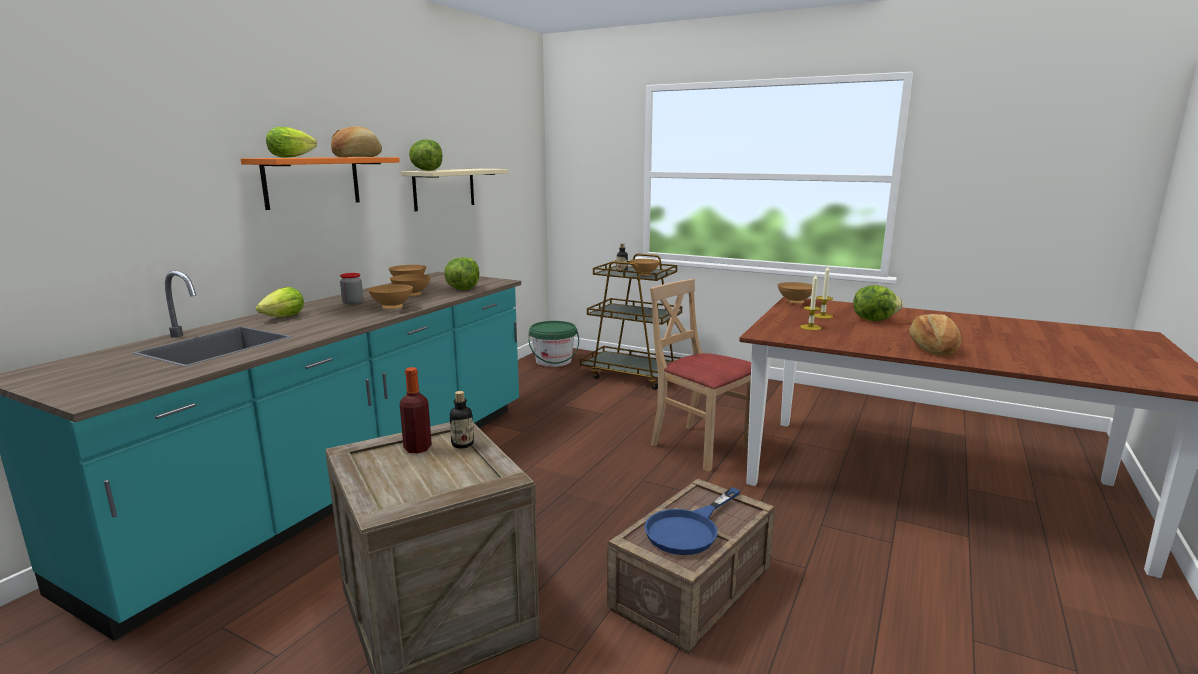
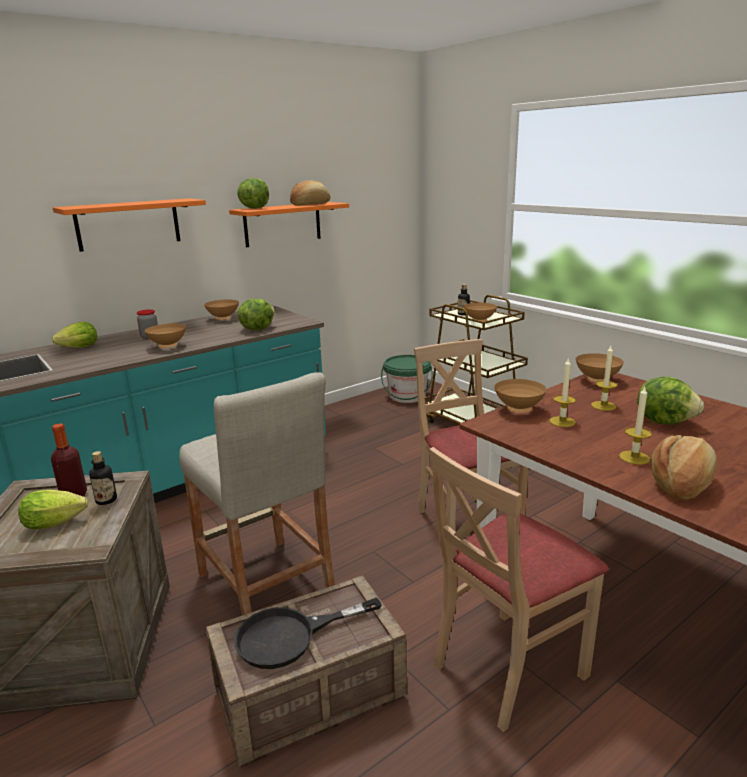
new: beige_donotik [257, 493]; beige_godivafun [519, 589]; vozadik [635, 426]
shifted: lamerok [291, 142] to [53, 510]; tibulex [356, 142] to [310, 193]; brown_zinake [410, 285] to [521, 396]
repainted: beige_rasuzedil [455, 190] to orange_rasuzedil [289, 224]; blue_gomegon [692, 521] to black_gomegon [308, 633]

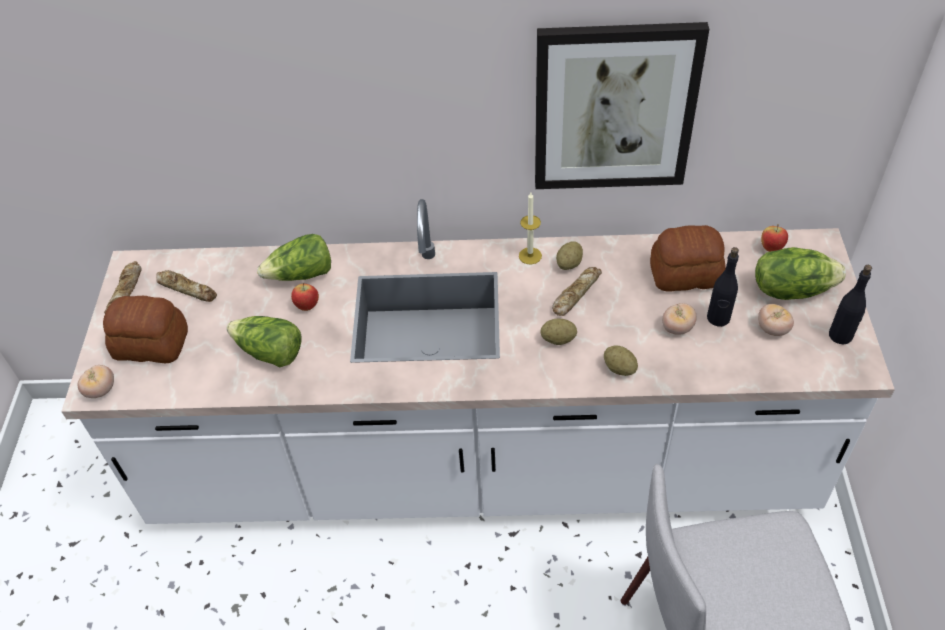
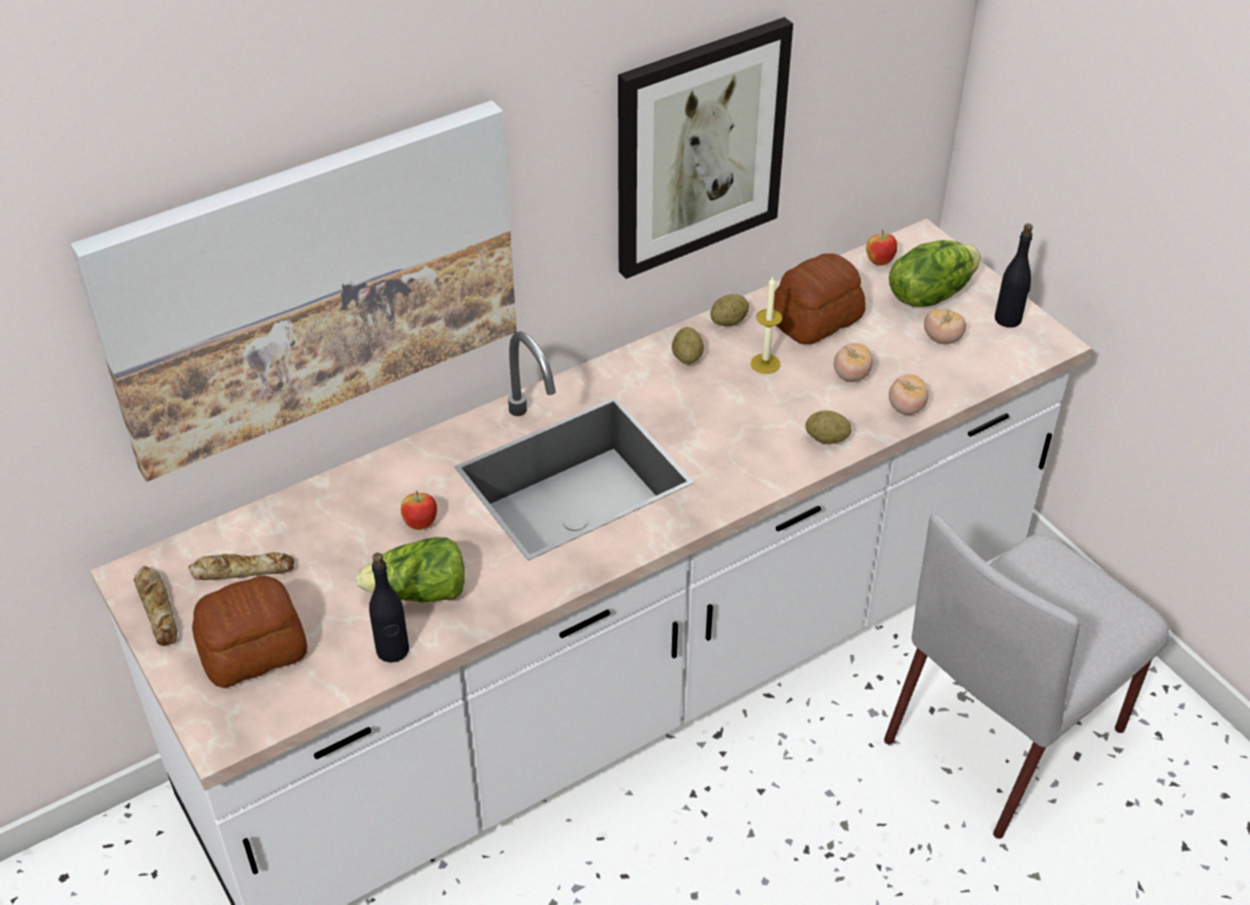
gone: lamerok [294, 257]; tibulex [577, 291]
new: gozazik [294, 291]
shifted: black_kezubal [723, 287] to [389, 607]; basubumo [558, 332] to [729, 310]; vozadik [530, 228] to [766, 325]; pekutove [96, 381] to [908, 394]

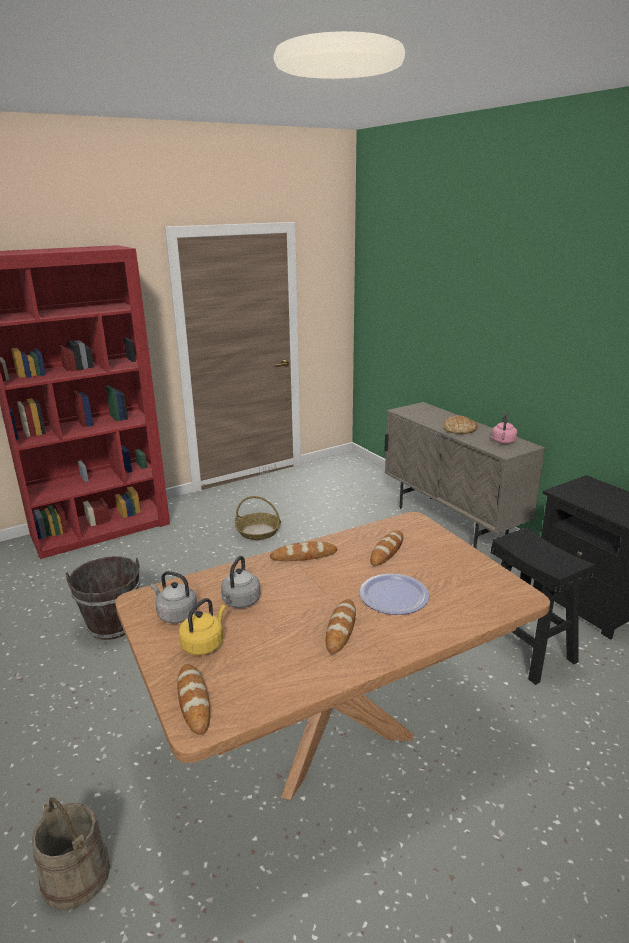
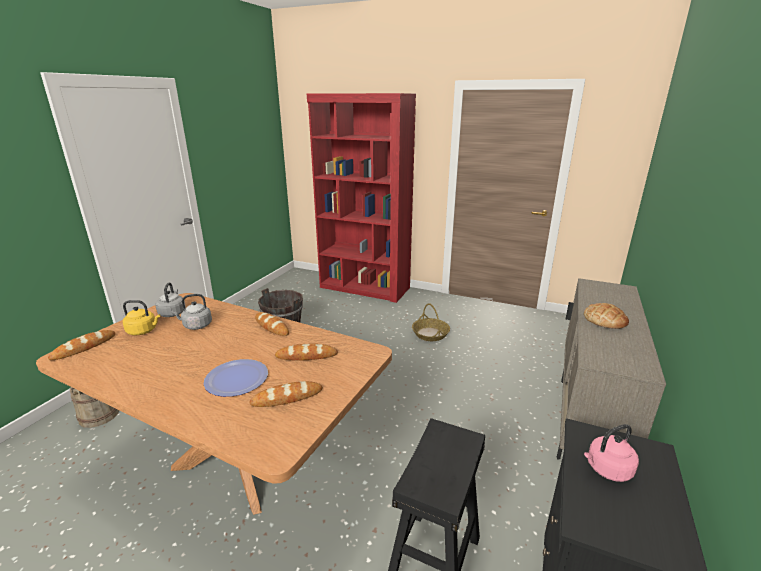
shifted: tibulex [341, 626] to [286, 394]; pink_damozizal [504, 428] to [611, 453]

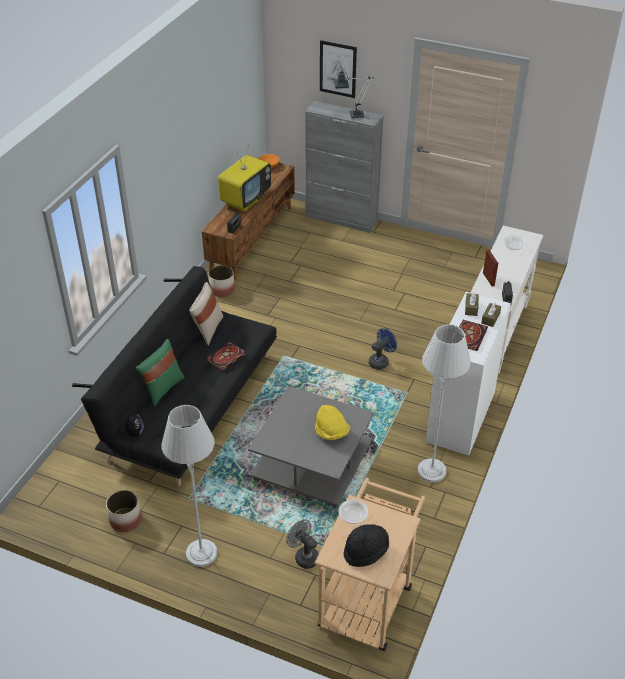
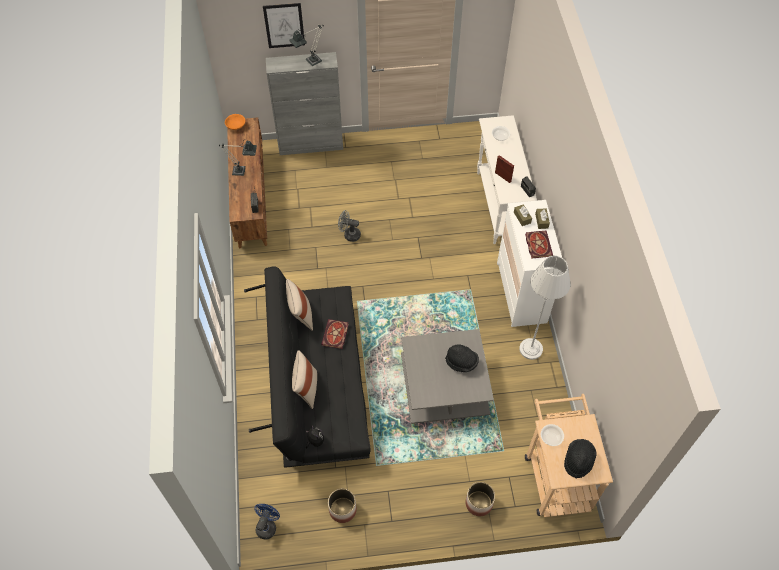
gone: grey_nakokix [189, 486]
shifted: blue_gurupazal [383, 349] to [267, 522]; grey_gurupazal [302, 544] to [349, 226]; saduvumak [221, 281] to [480, 499]
swapped: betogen [244, 178] to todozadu [238, 157]
repainted: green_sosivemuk [160, 373] to beige_sosivemuk [304, 379]; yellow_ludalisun [332, 422] to black_ludalisun [462, 358]

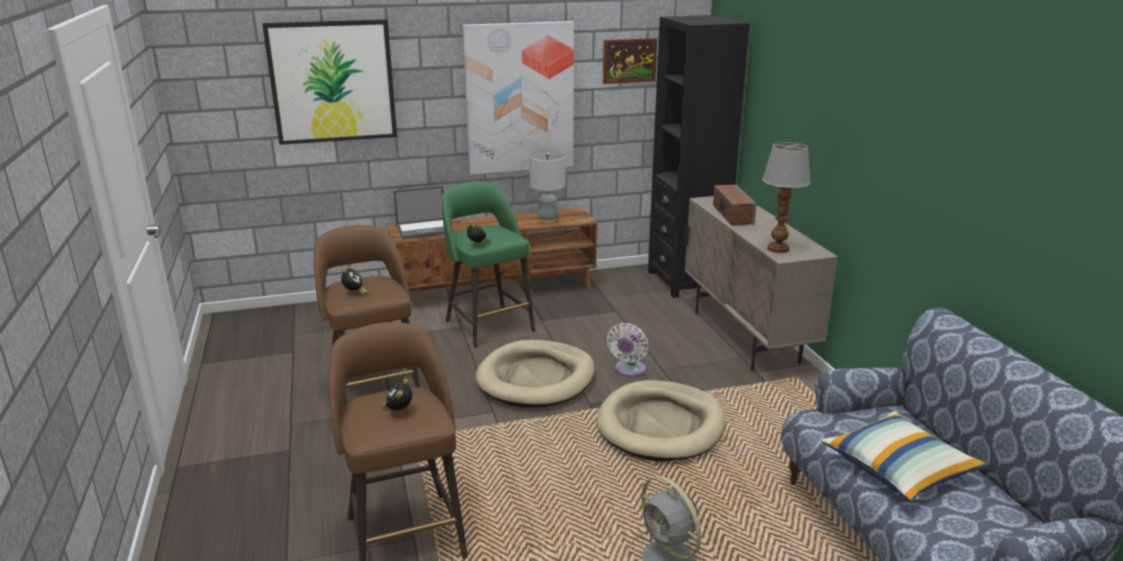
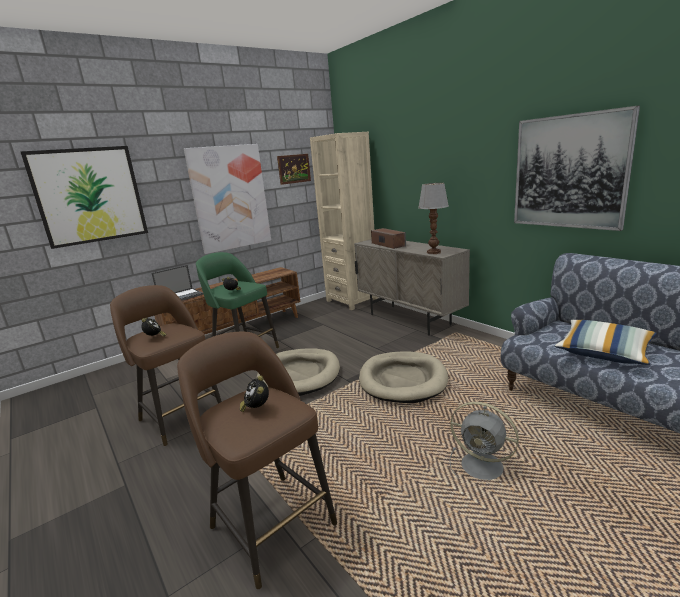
gone: grey_todozadu [547, 187]; white_gurupazal [627, 350]
new: gozazik [577, 168]
repainted: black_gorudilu [699, 156] to beige_gorudilu [344, 221]

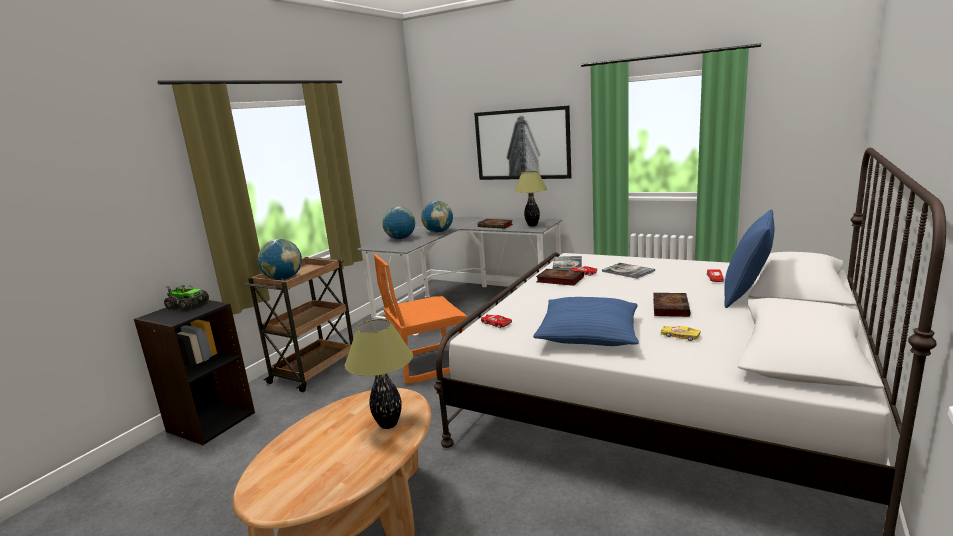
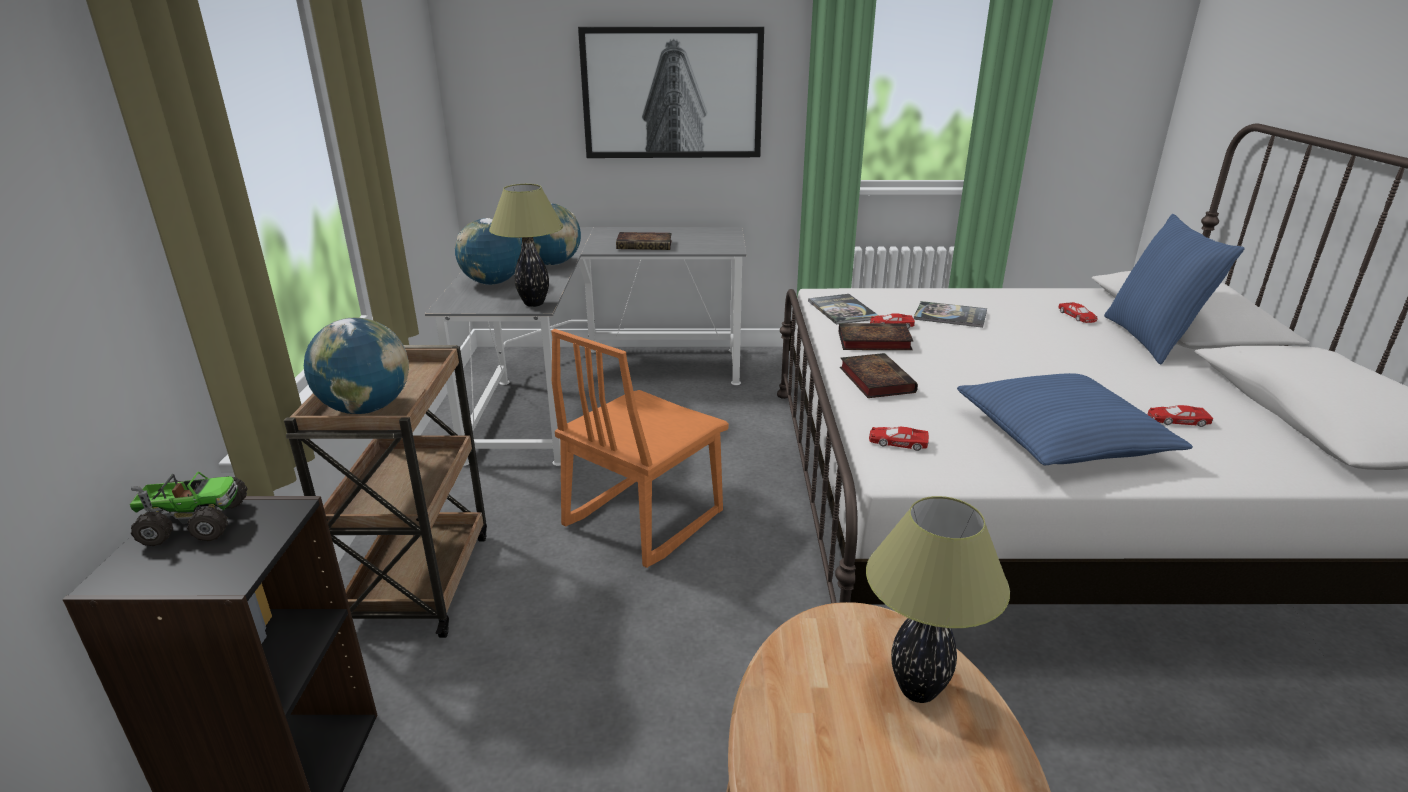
shifted: todozadu [530, 198] to [526, 245]; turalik [672, 305] to [879, 375]
repainted: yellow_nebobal [680, 333] to red_nebobal [1180, 416]

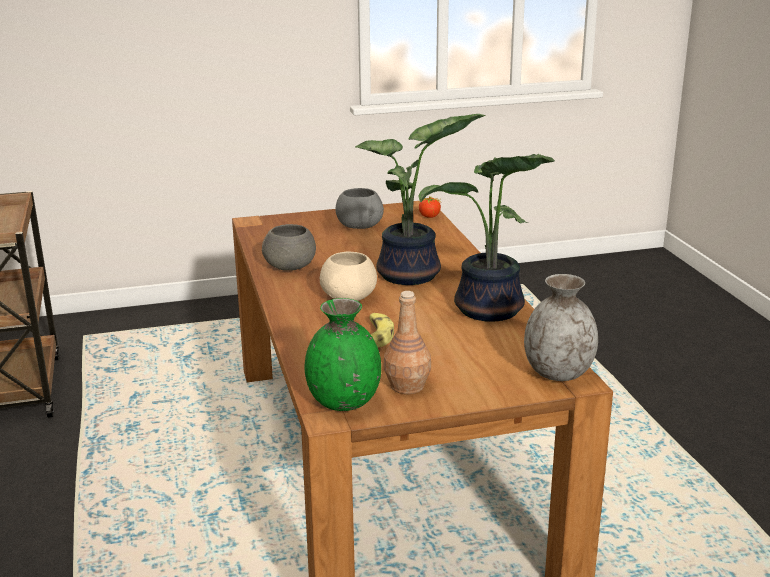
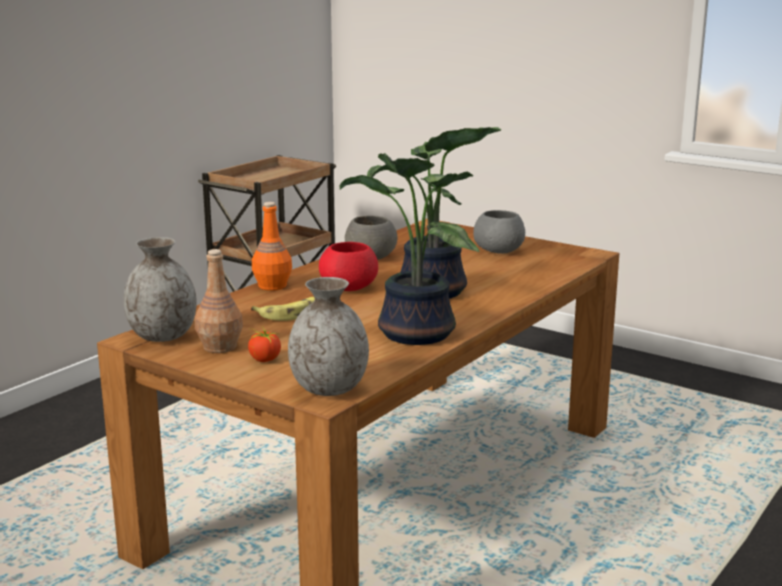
new: orange_kezubal [272, 246]
shifted: pekutove [430, 206] to [264, 344]
repainted: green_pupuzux [343, 354] to grey_pupuzux [160, 289]; beige_zinake [348, 276] to red_zinake [348, 266]

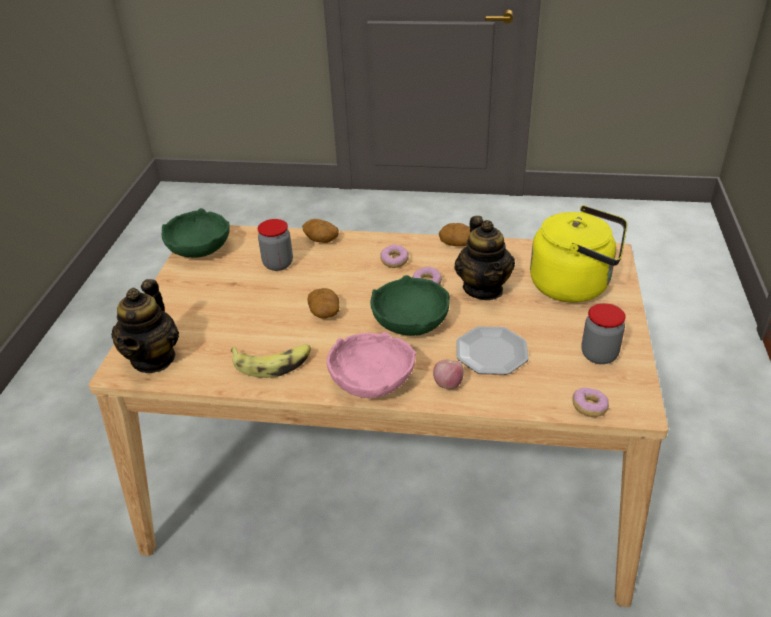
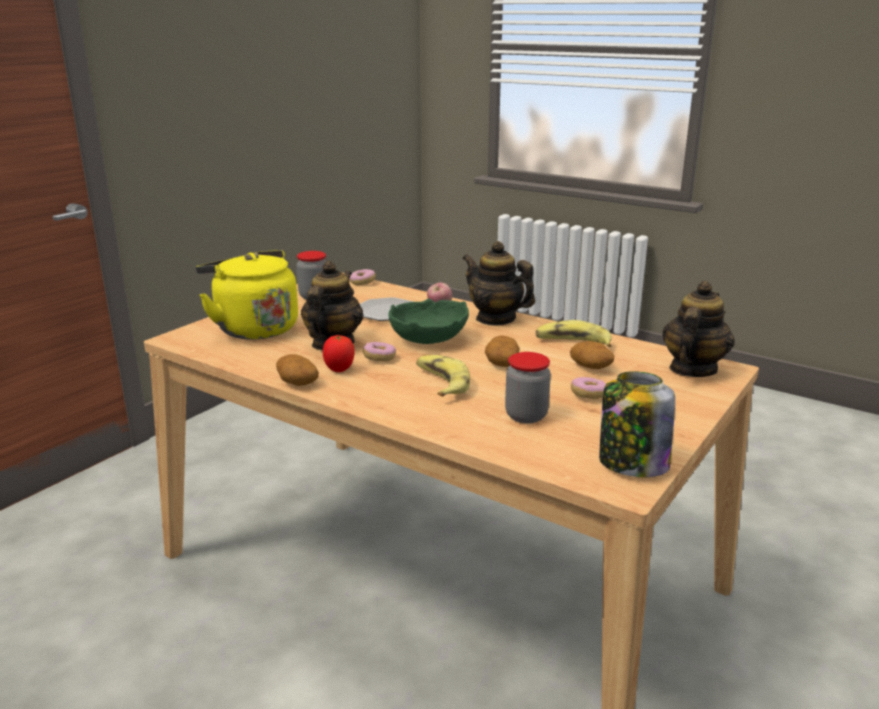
new: pekutove [339, 353]; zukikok [443, 376]
shifted: basubumo [320, 231] to [592, 355]; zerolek [394, 256] to [588, 388]
swapped: pink_zinake [371, 365] to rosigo [498, 283]; green_zinake [196, 233] to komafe [637, 424]

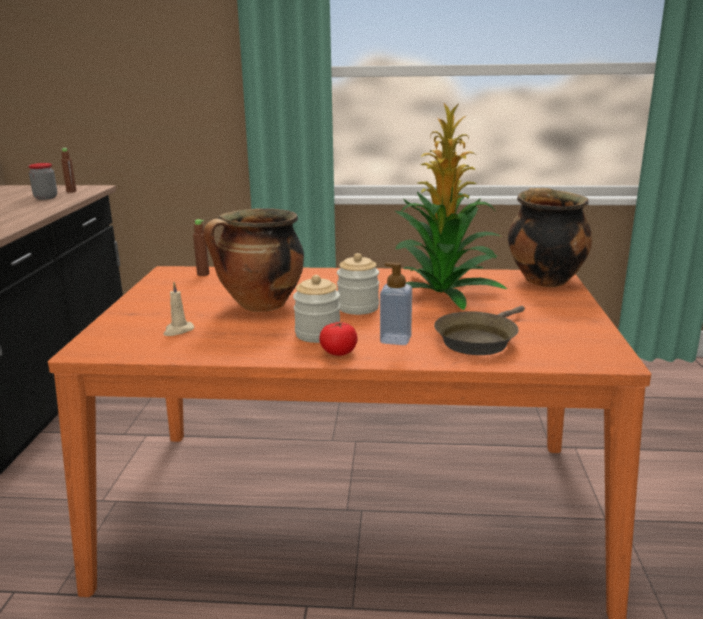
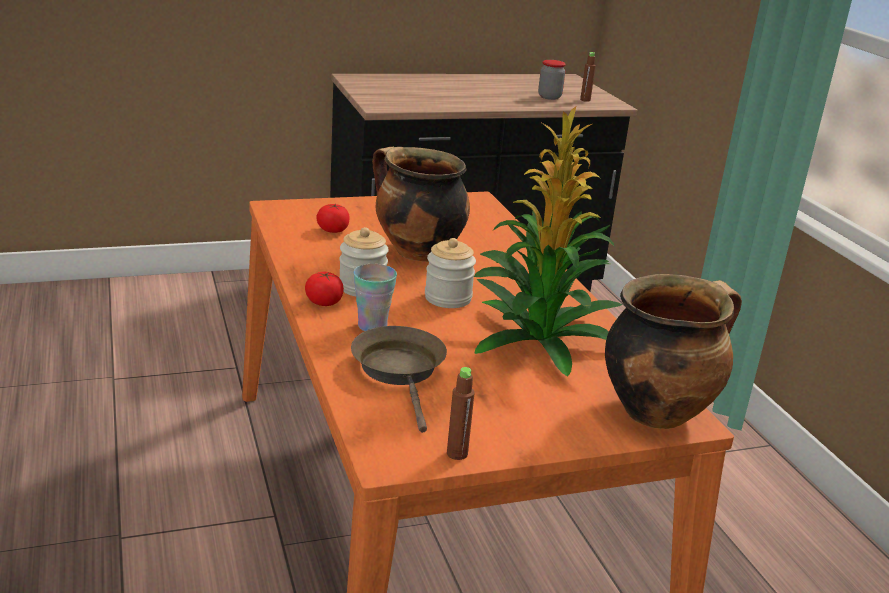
shifted: brown_kezubal [201, 247] to [461, 413]
swapped: beige_vozadik [179, 309] to pekutove [333, 218]; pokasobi [396, 303] to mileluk [375, 297]
rotated: brown_gomegon [479, 330] = [399, 379] 60 degrees clockwise

